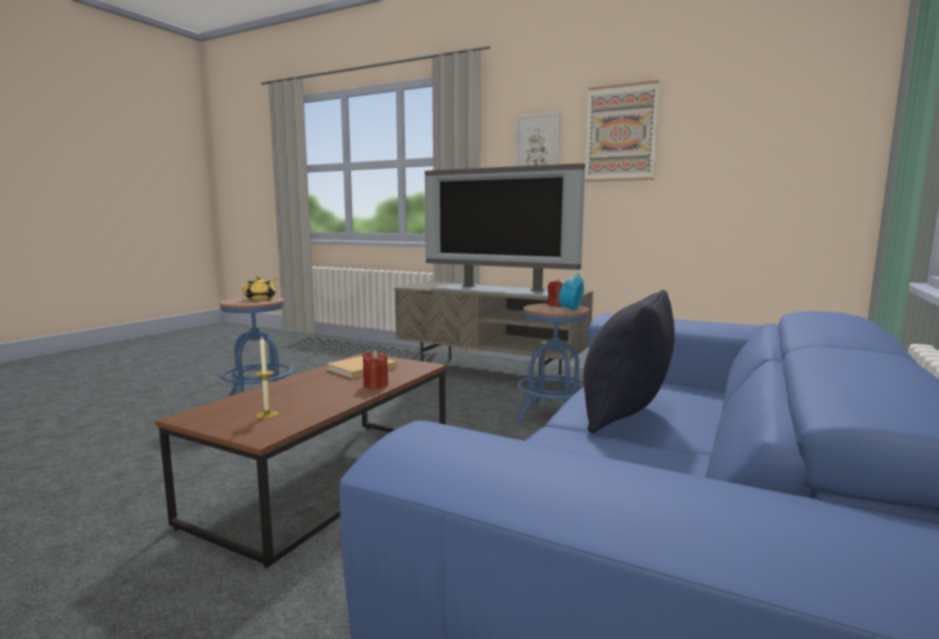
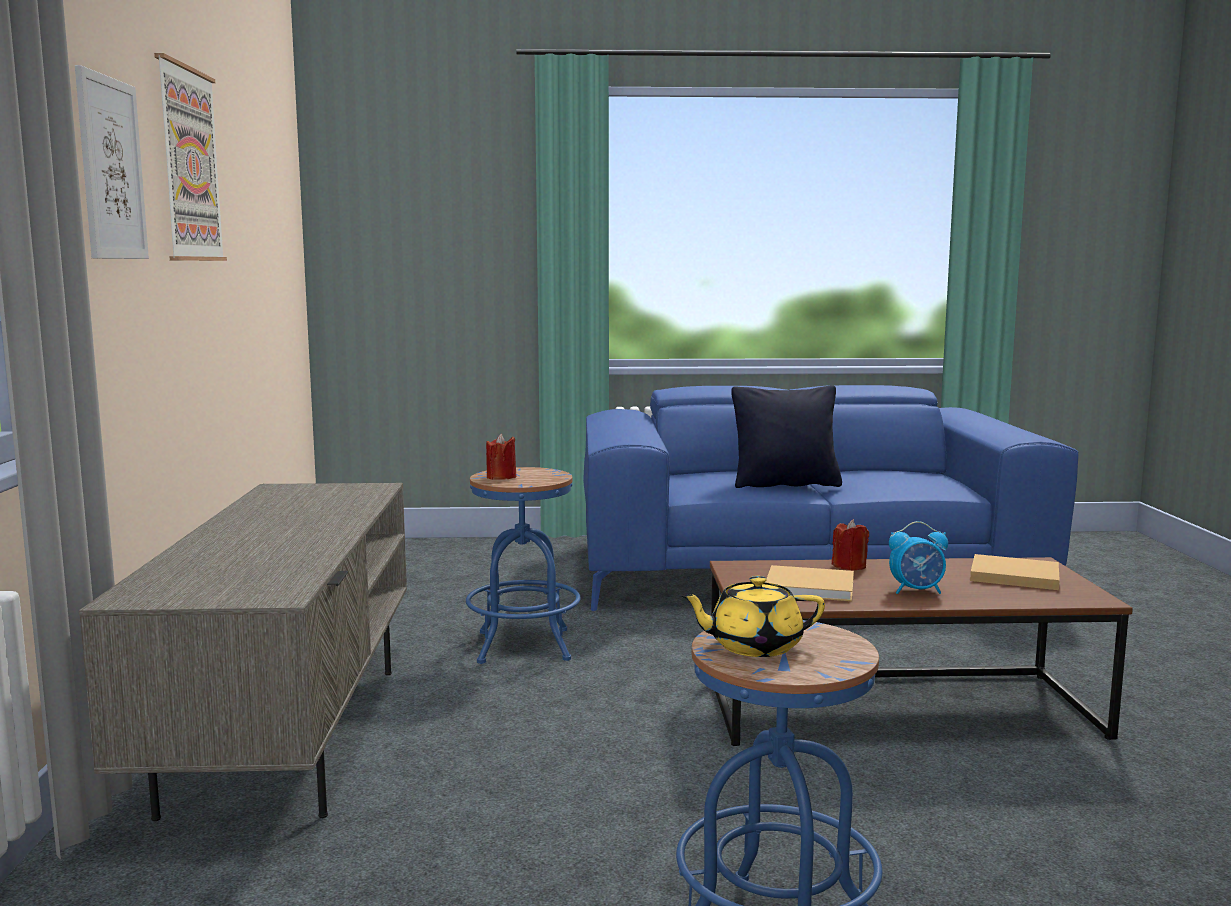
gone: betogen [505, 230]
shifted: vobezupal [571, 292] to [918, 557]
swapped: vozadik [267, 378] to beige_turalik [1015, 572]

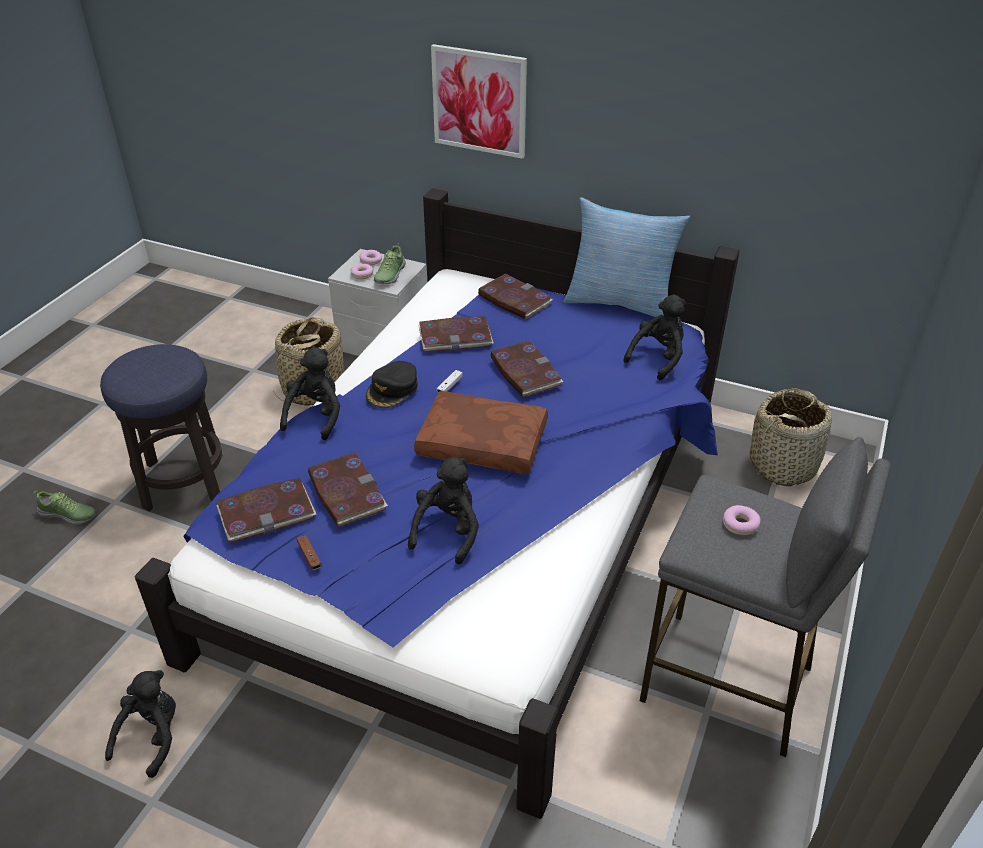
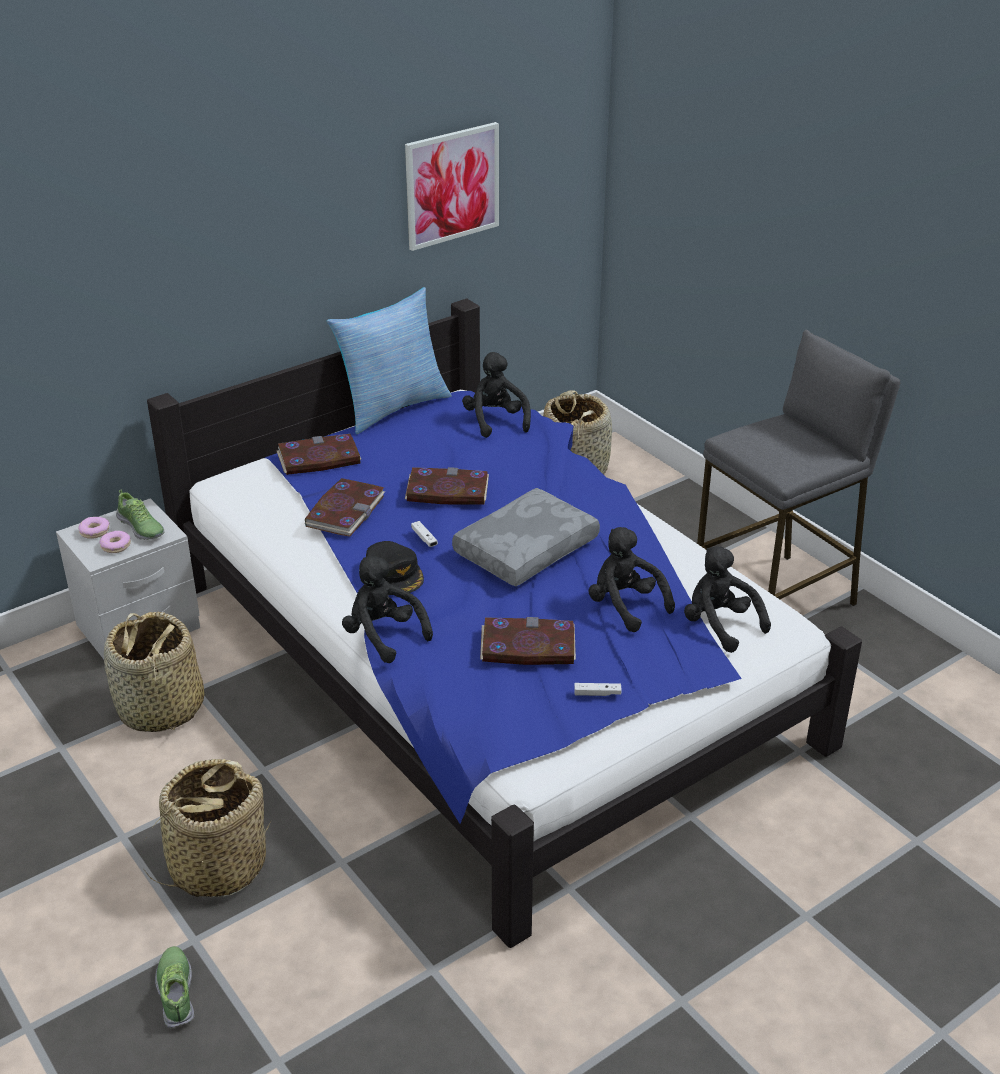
gone: turalik [266, 510]; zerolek [742, 520]
shifted: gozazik [479, 101] to [452, 186]; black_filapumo [140, 724] to [727, 599]
swapped: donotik [161, 427] to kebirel [208, 828]
repainted: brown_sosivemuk [481, 432] to grey_sosivemuk [526, 537]; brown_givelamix [309, 552] to white_givelamix [597, 689]
rotated: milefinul [65, 508] = [174, 987] 60 degrees counterclockwise

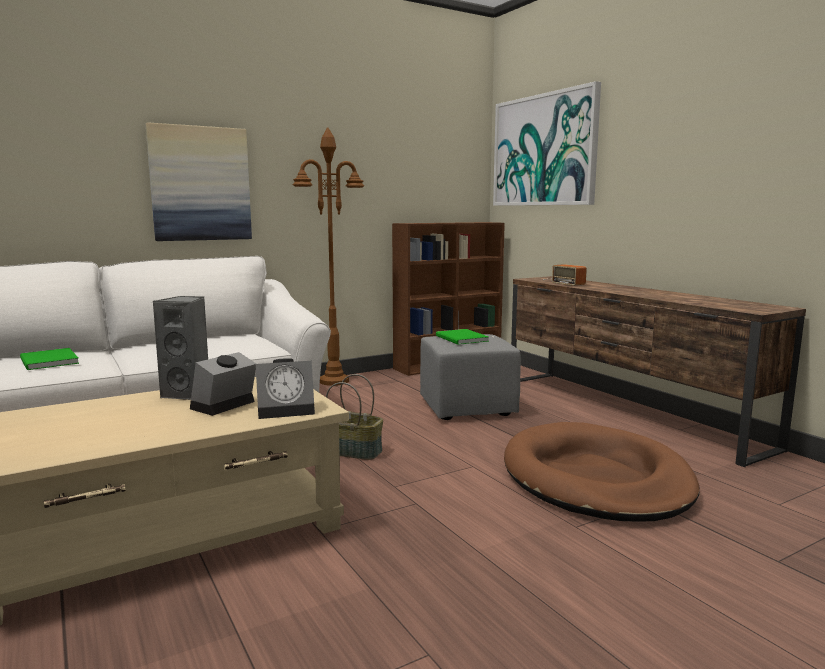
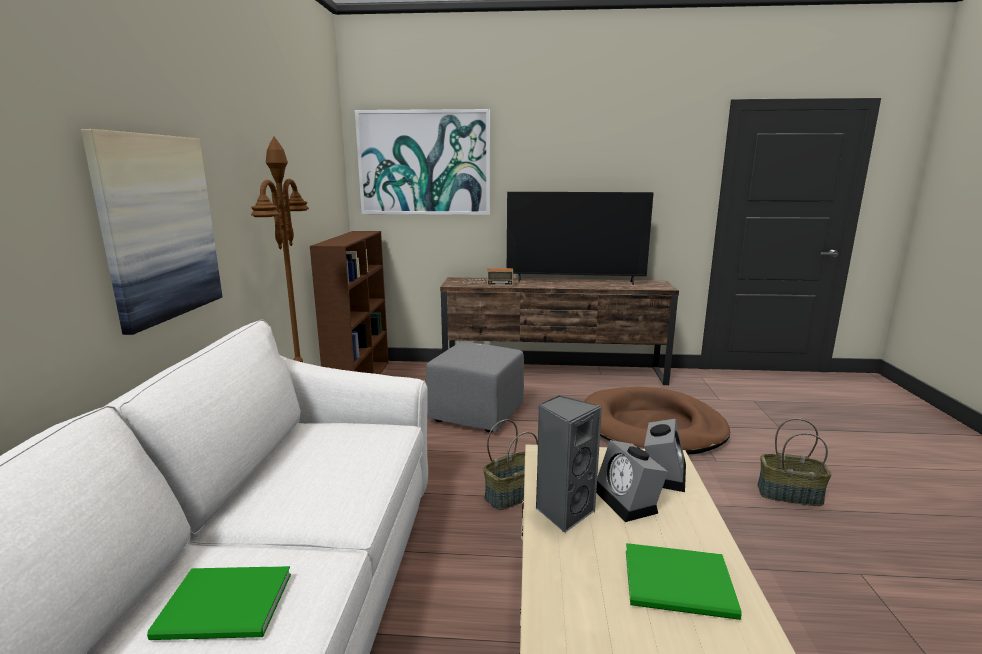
new: betogen [580, 238]; kebirel [794, 462]
shifted: green_turalik [462, 337] to [684, 581]

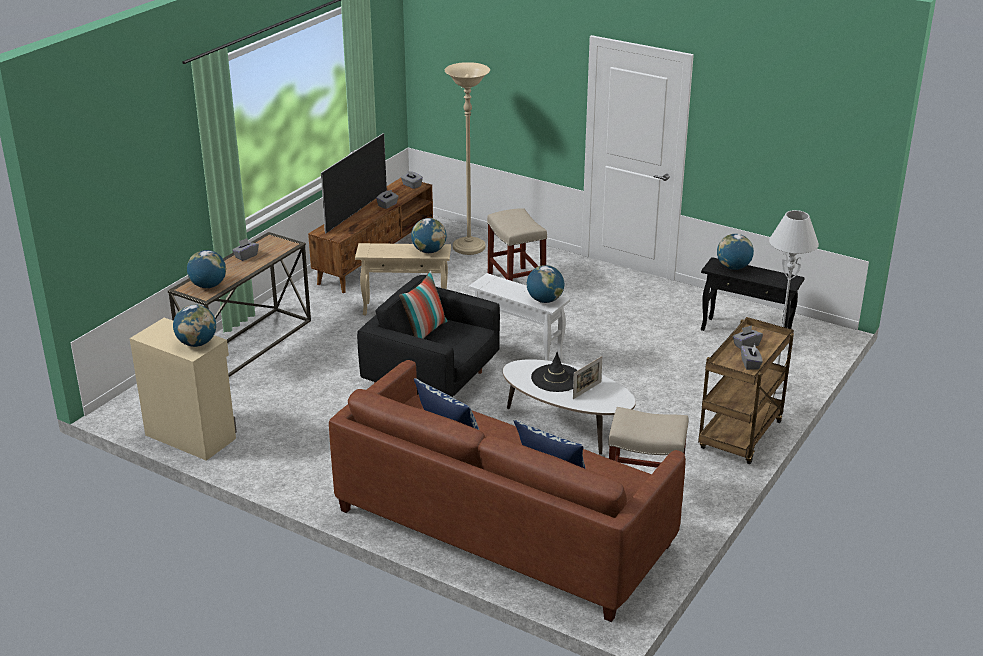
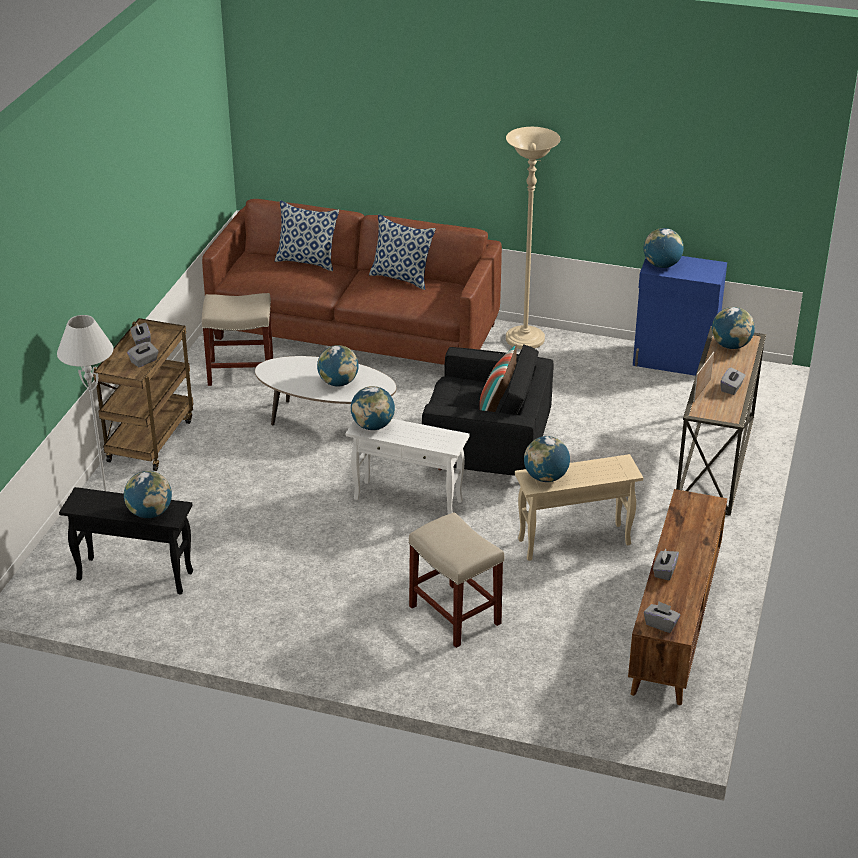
gone: betogen [354, 183]
shifted: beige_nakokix [467, 158] to [533, 238]; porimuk [587, 377] to [704, 377]
swapped: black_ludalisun [554, 372] to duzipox [338, 365]
repainted: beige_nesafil [183, 389] to blue_nesafil [680, 316]

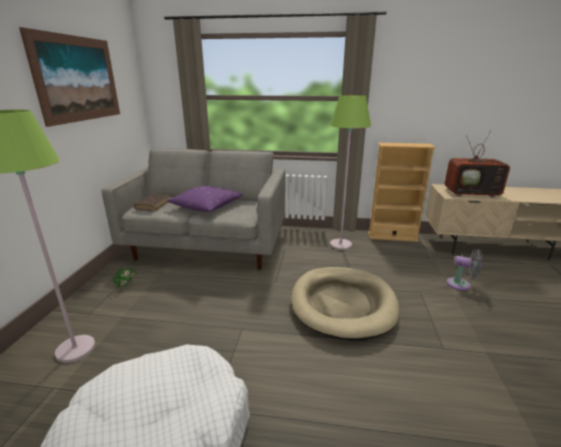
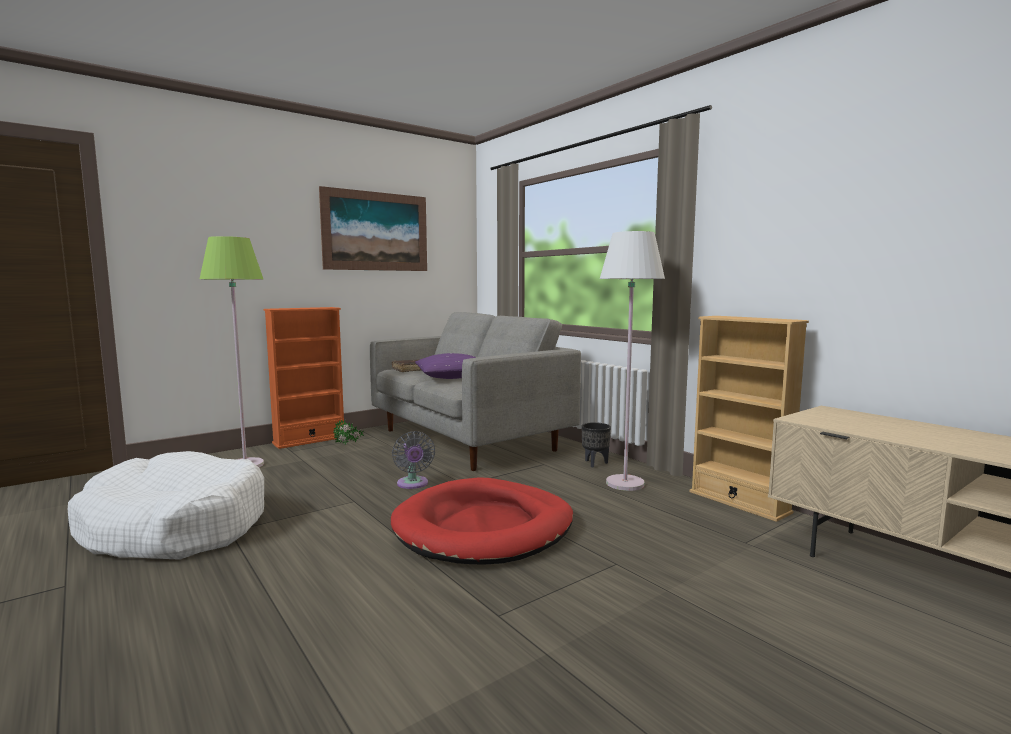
gone: betogen [477, 163]
new: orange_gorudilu [304, 378]; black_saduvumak [596, 445]
shifted: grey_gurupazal [465, 270] to [413, 460]
repainted: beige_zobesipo [345, 304] to red_zobesipo [482, 521]; green_nakokix [350, 172] to white_nakokix [632, 361]

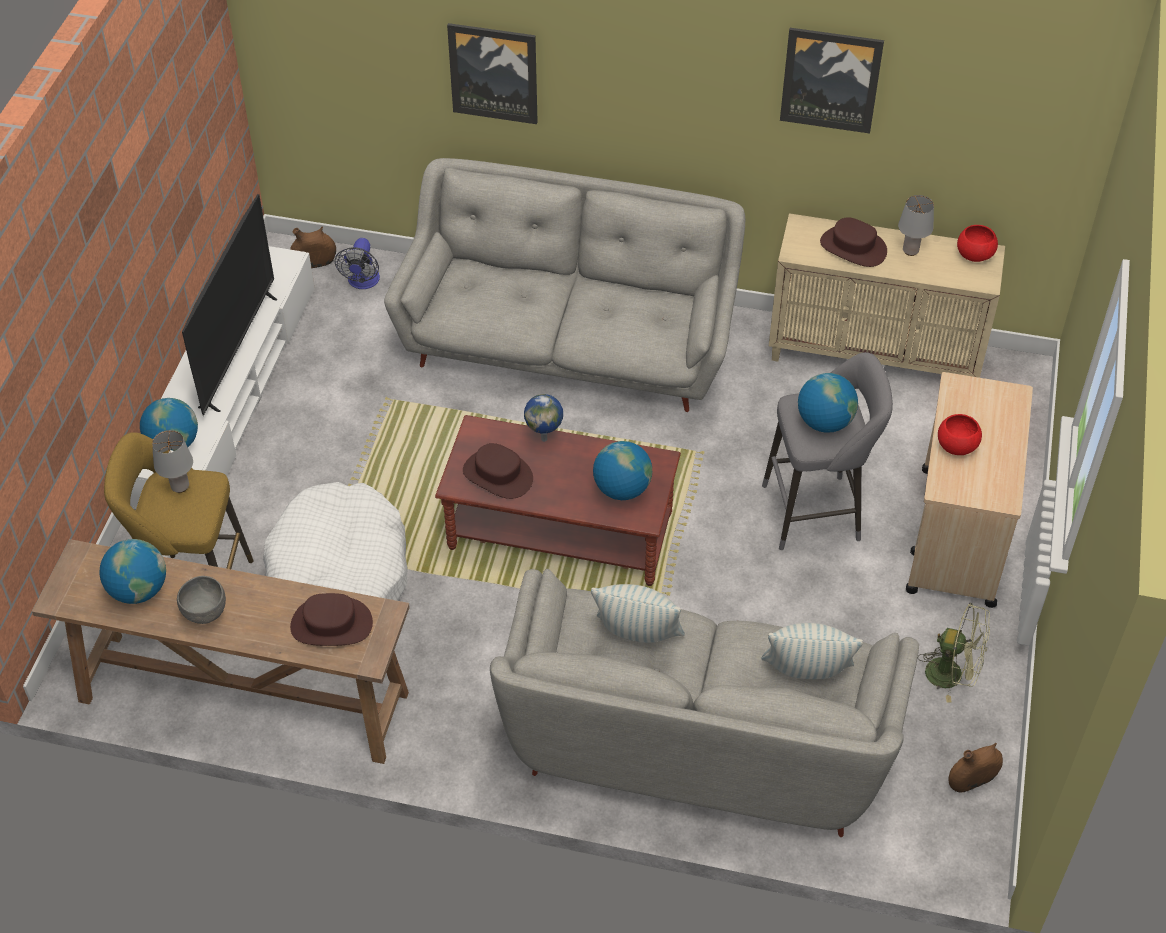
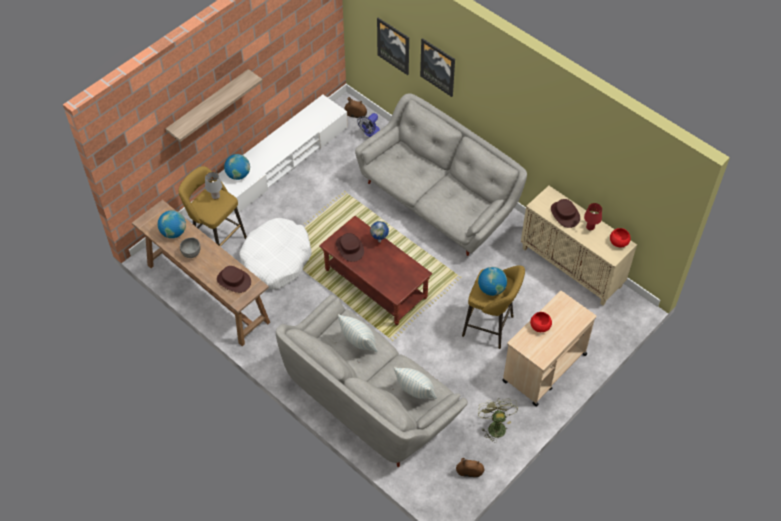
gone: betogen [230, 305]; duzipox [622, 470]
new: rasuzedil [214, 105]
shifted: gozazik [832, 81] to [393, 46]
repainted: grey_donotik [827, 451] to yellow_donotik [493, 307]; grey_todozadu [916, 225] to red_todozadu [593, 216]
rotated: green_gurupazal [954, 652] = [498, 420] 150 degrees counterclockwise

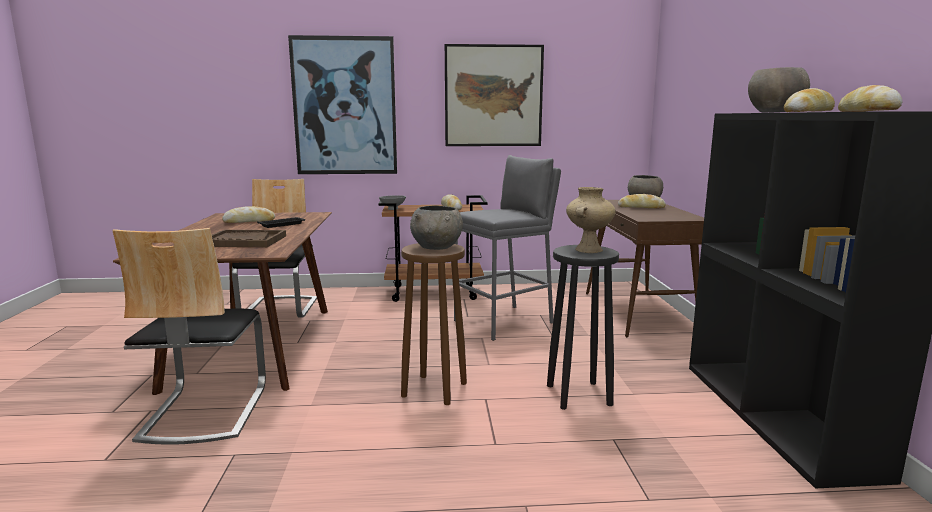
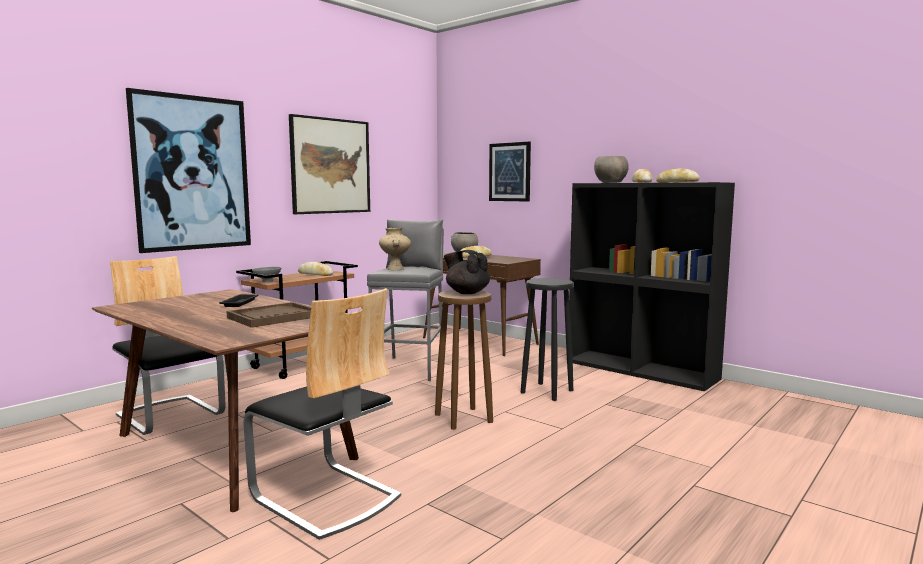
gone: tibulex [248, 214]
new: gozazik [510, 171]
shifted: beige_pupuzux [591, 220] to [395, 249]
swapped: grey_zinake [436, 228] to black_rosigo [467, 272]

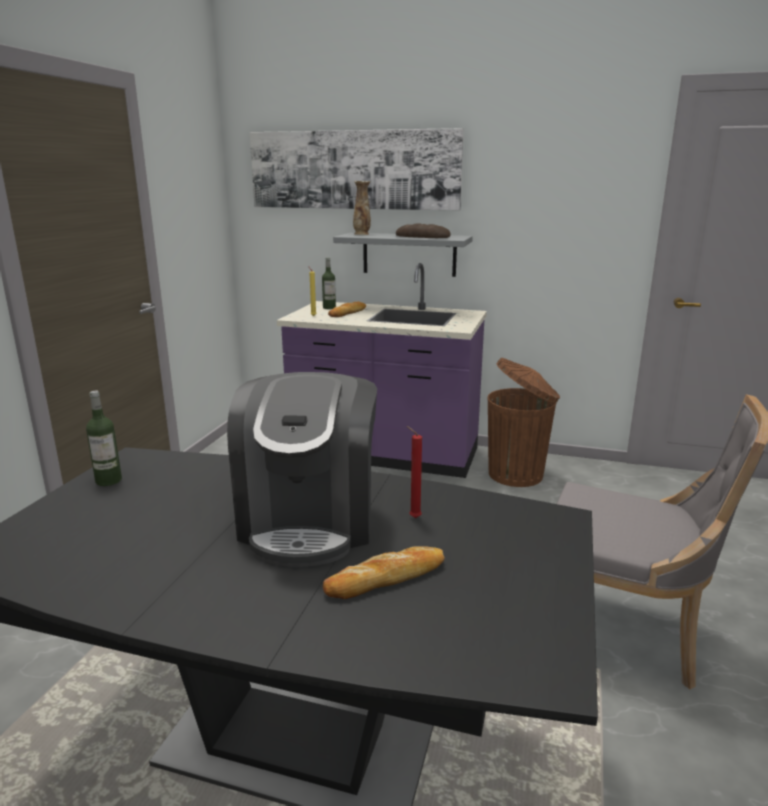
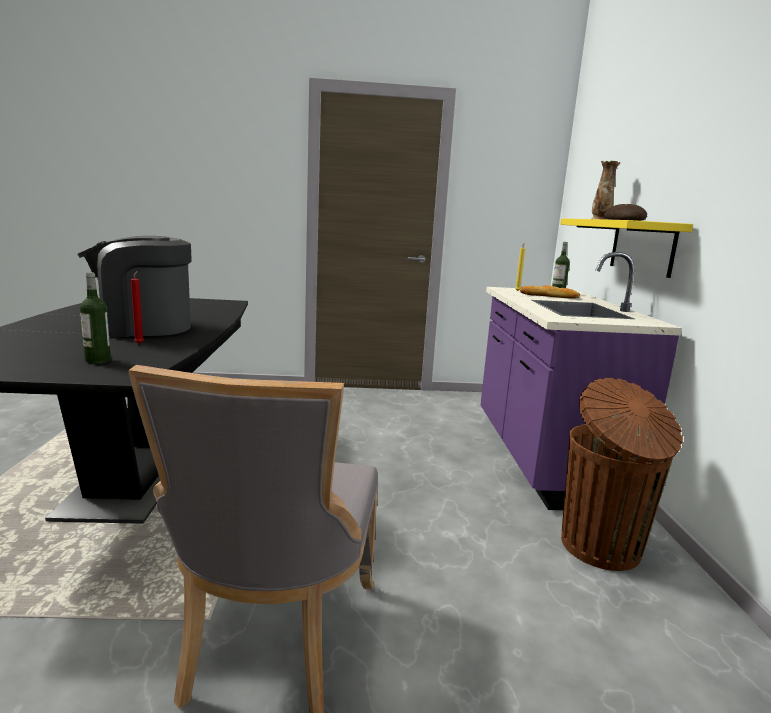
gone: gozazik [356, 169]; tibulex [384, 572]
shifted: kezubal [104, 438] to [95, 318]
repainted: grey_rasuzedil [403, 255] to yellow_rasuzedil [627, 248]

